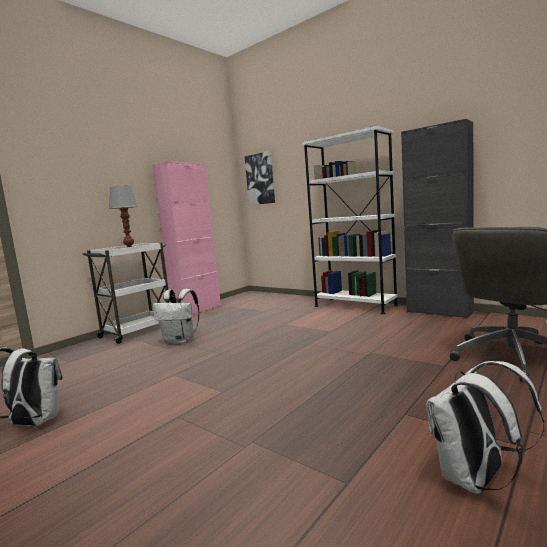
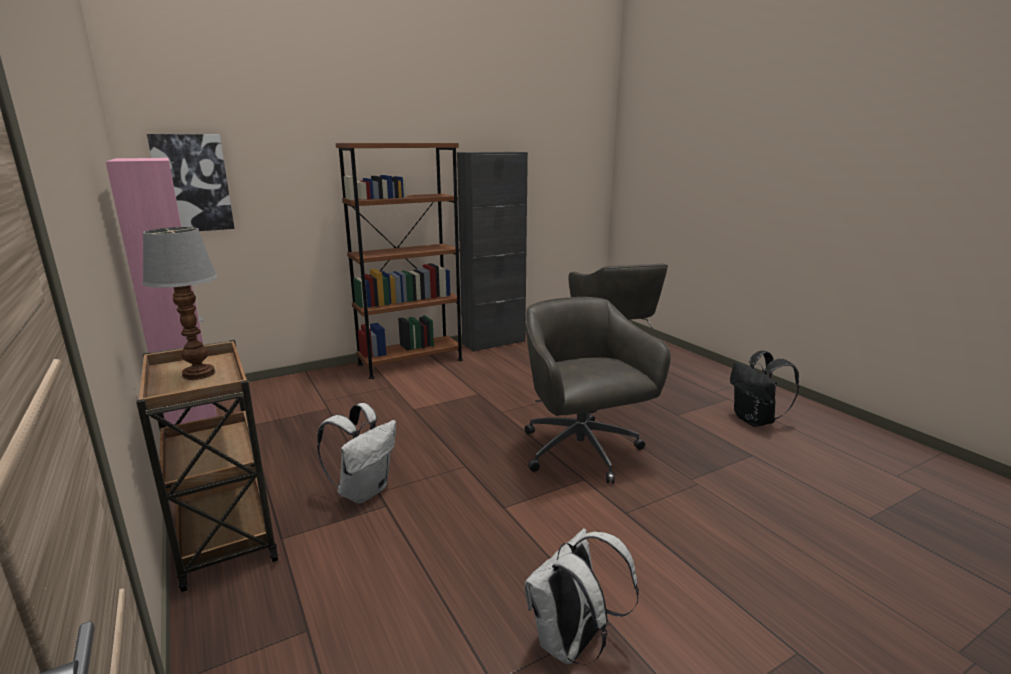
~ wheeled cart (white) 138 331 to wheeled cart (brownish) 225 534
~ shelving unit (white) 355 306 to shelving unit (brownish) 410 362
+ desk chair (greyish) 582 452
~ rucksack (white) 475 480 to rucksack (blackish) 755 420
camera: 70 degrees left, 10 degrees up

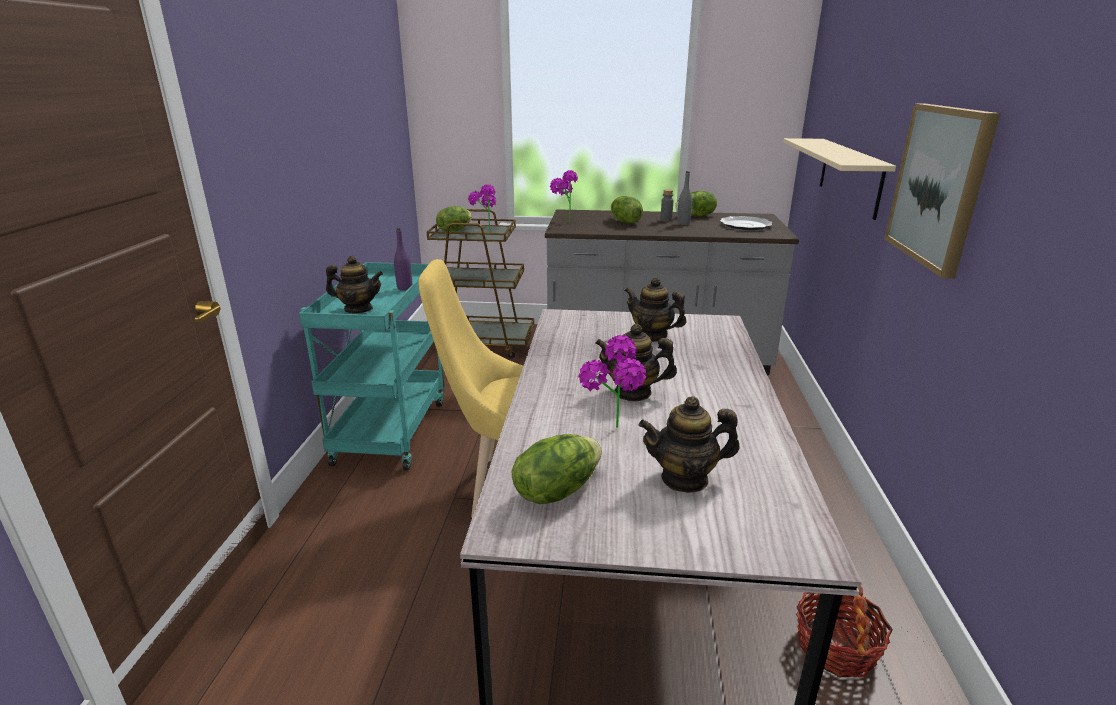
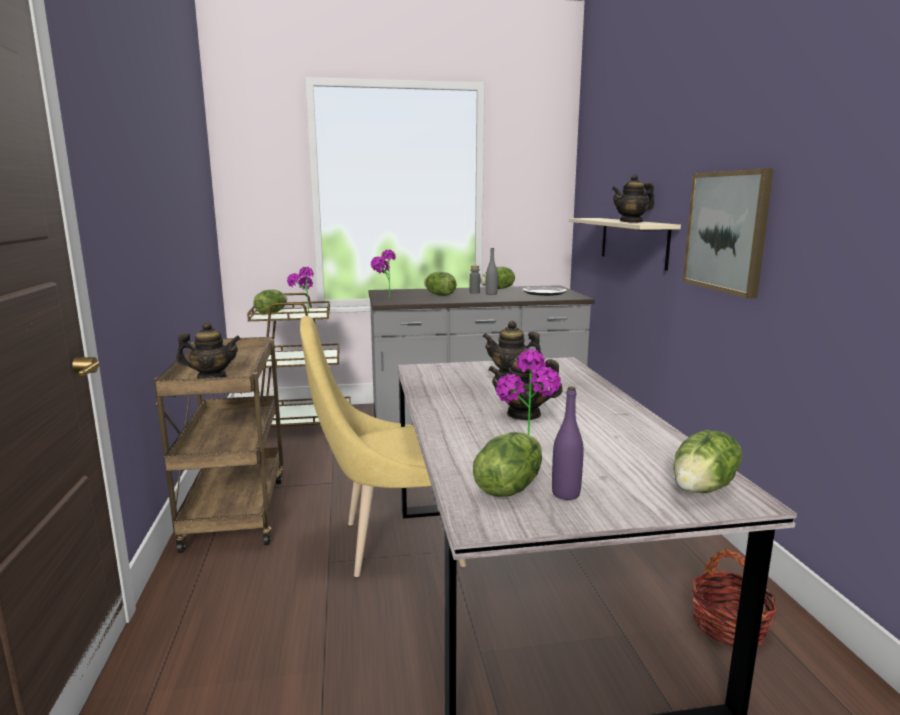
~ wheeled cart (turquoise) 391 430 to wheeled cart (brownish) 234 511
~ drink bottle (purple) 404 288 to 565 494
~ pot for tea 685 478 to 631 222
+ head of lettuce 704 488
camera: 15 degrees left, 10 degrees down

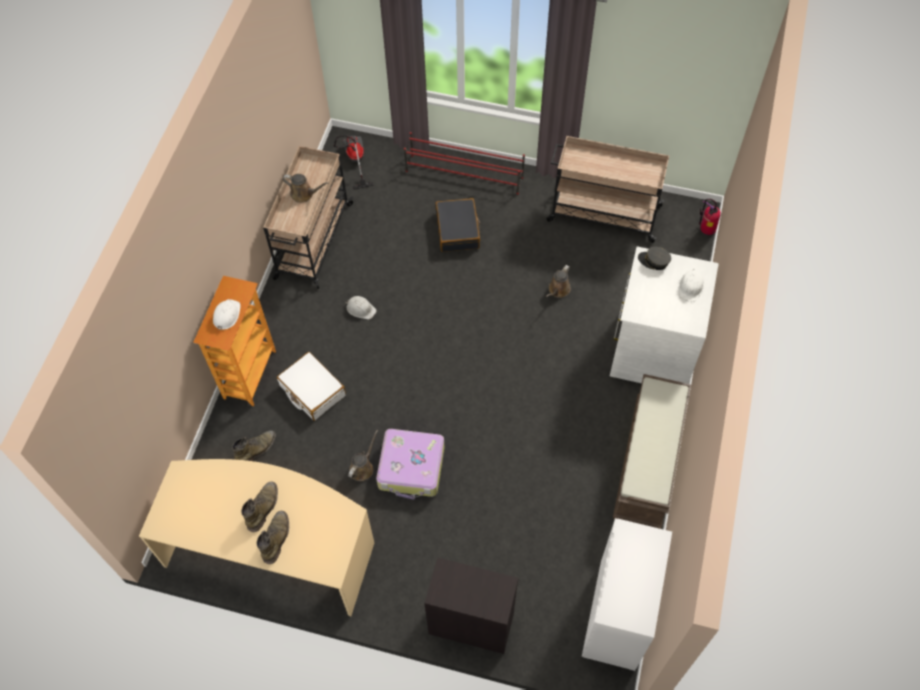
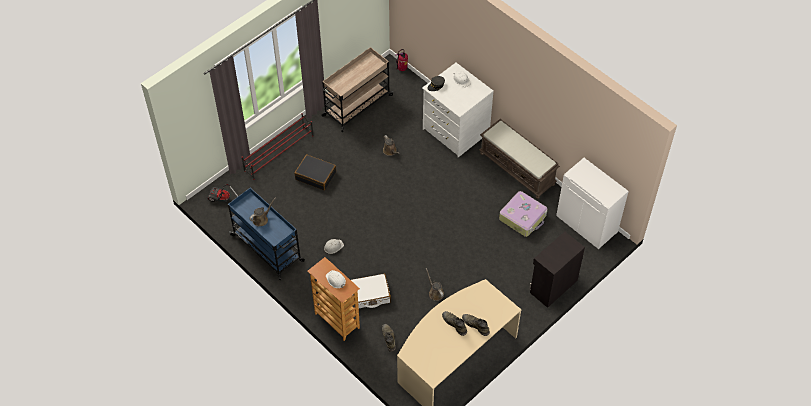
~ wheeled cart (beige-coloured) 313 242 to wheeled cart (bluish) 268 248
~ suitcase 412 468 to 523 217
camera: 60 degrees left, 5 degrees down

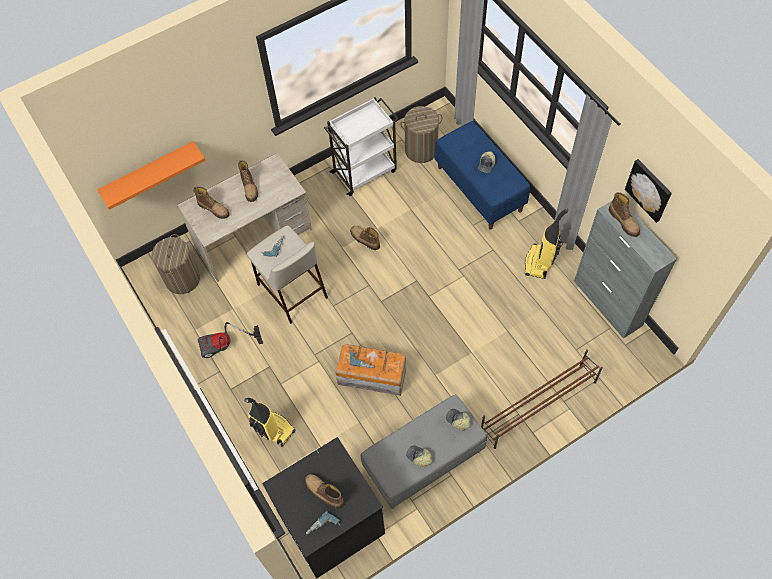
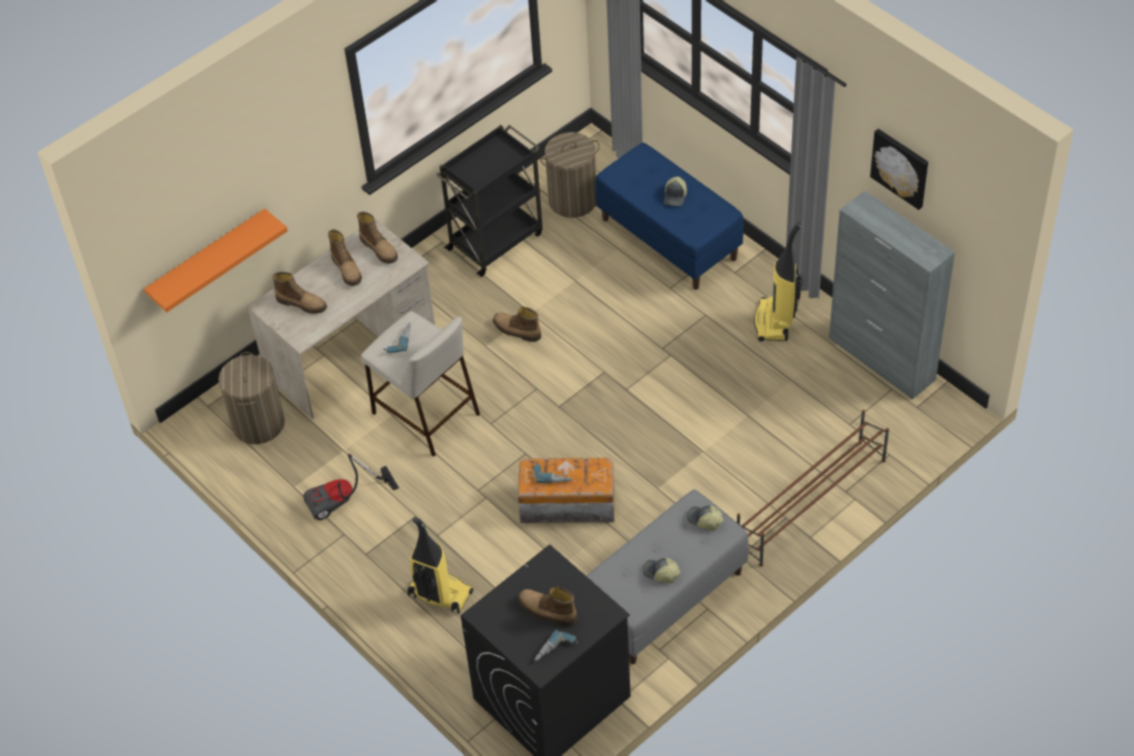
~ tall boot 624 221 to 379 249
~ wheeled cart (white) 365 171 to wheeled cart (blackish) 496 240
camera: 10 degrees left, 10 degrees down

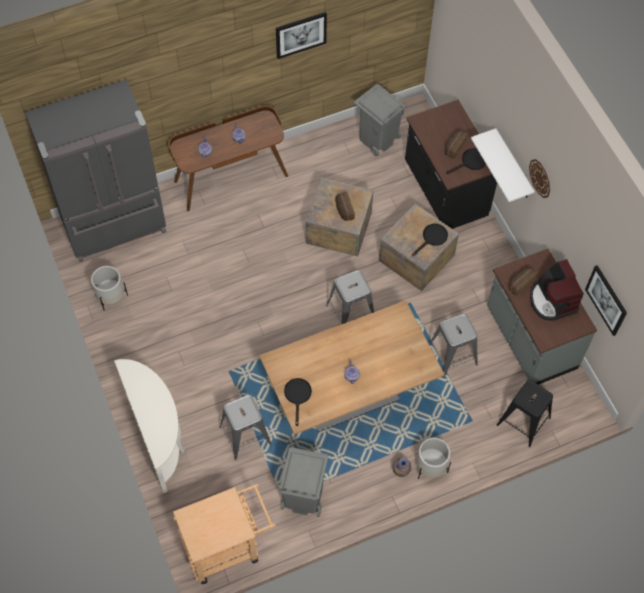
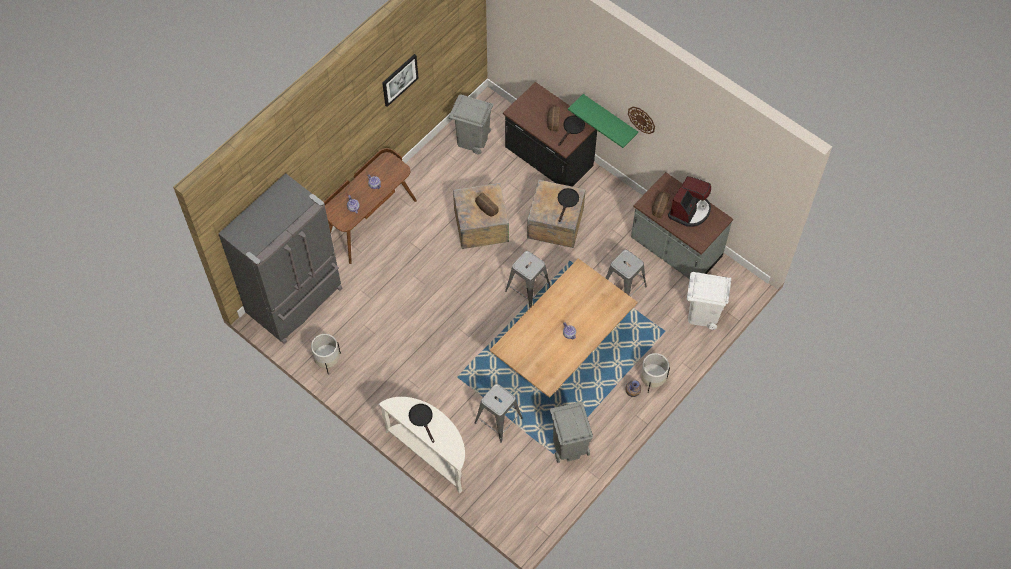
~ skillet (blackish) 298 396 to 422 419
~ bracket shelf (white) 513 165 to bracket shelf (green) 609 118
~ coffee machine 552 300 = 689 210 105 degrees counterclockwise
~ stool (blackish) 523 421 to rubbish bin (white) 702 314
- wheeled cart (beige-coloured) 227 546
- picture 606 300
camera: 25 degrees left, 0 degrees up

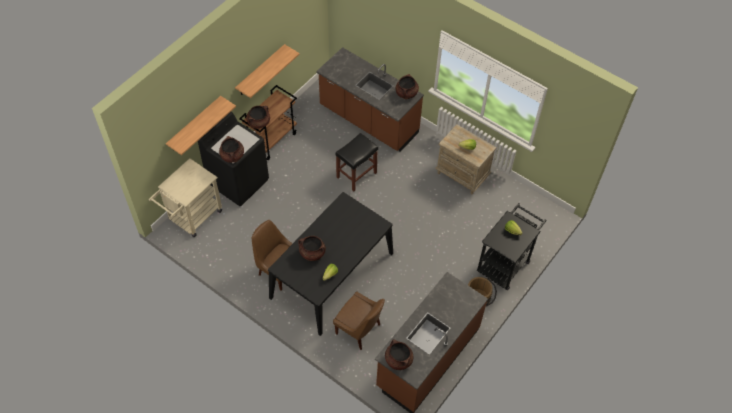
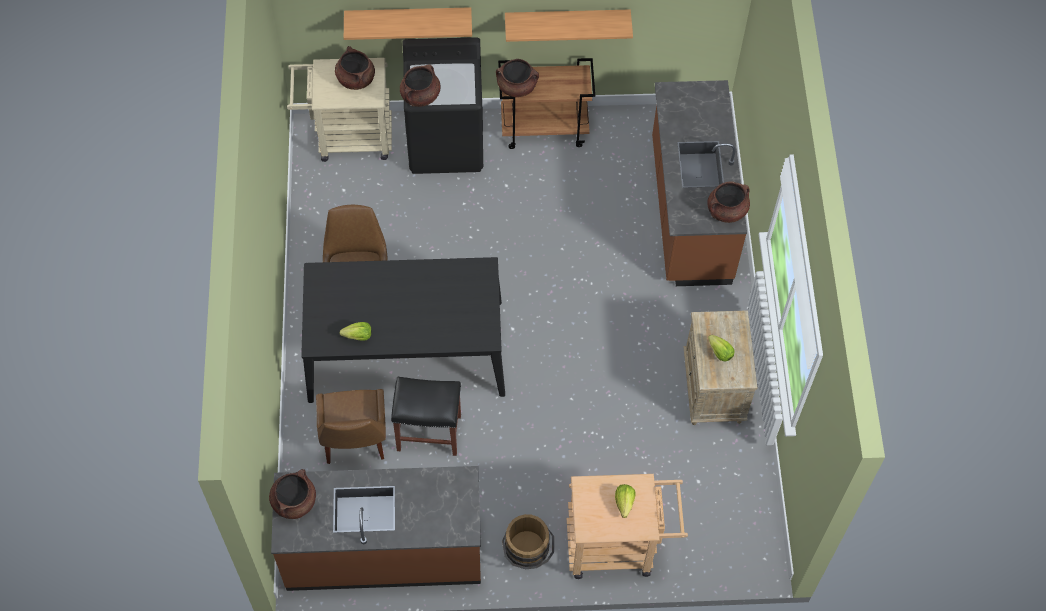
~ cooking pot (brownish) 312 253 to 355 79
~ stool (blackish) 356 174 to 430 432
~ wheeled cart (blackish) 505 263 to wheeled cart (beige-coloured) 618 546
camera: 50 degrees right, 5 degrees up

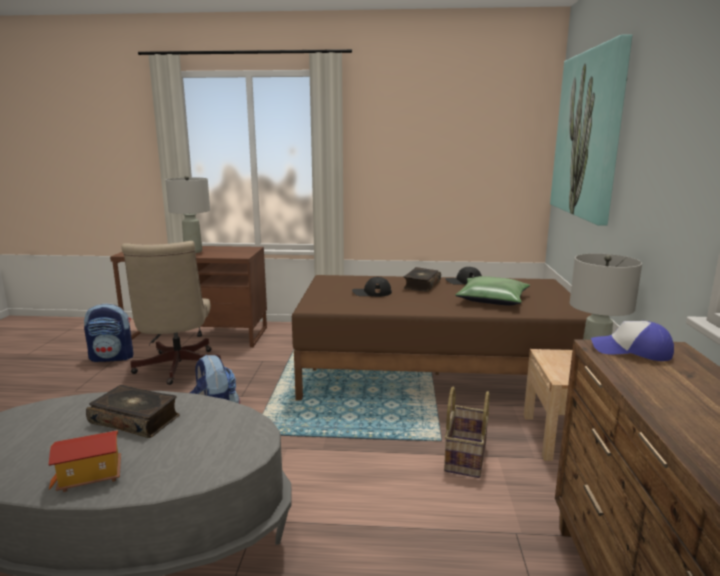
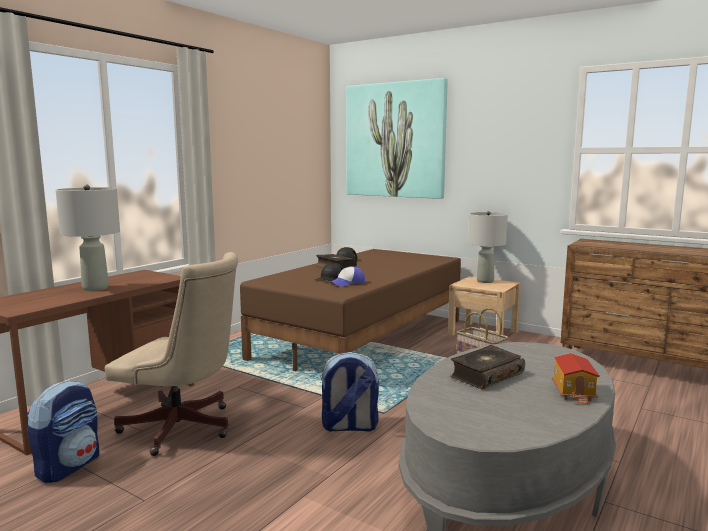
~ peaked cap 631 351 to 348 283
- pillow (green) 491 299
camera: 60 degrees left, 5 degrees down

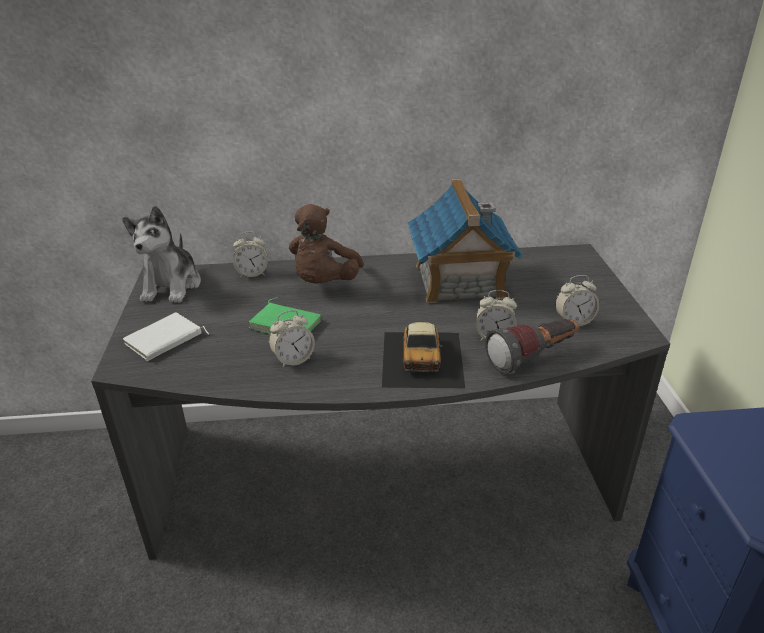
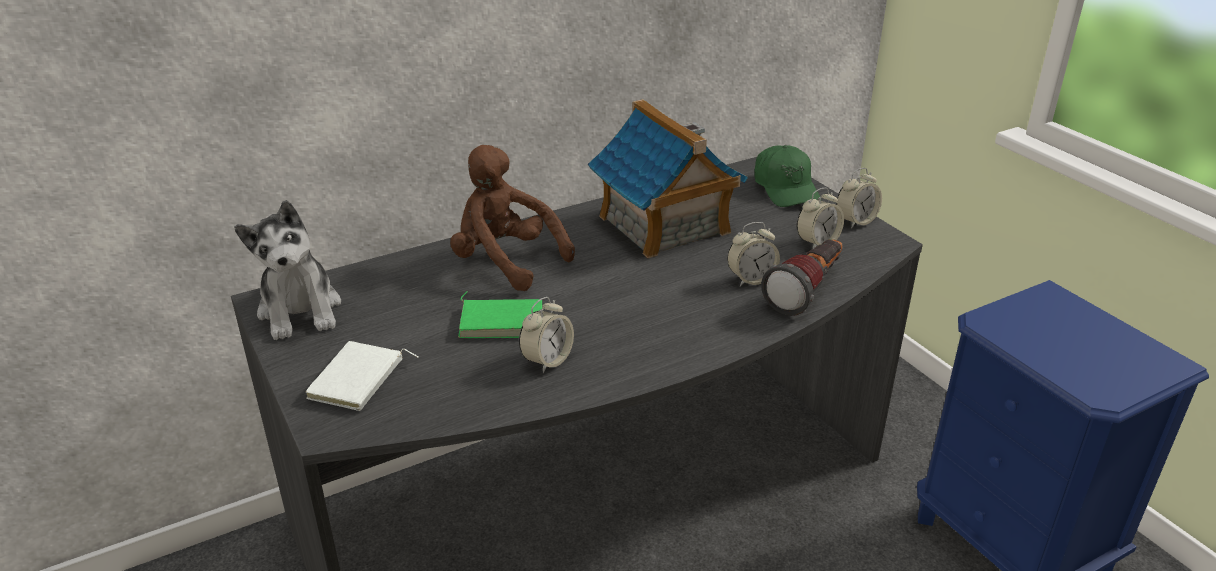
~ cuddly toy (brownish) 324 283 = 505 262 135 degrees clockwise
+ peaked cap (green) 785 188
~ table clock 252 273 to 855 221
- model car 423 358
camera: 25 degrees left, 0 degrees up

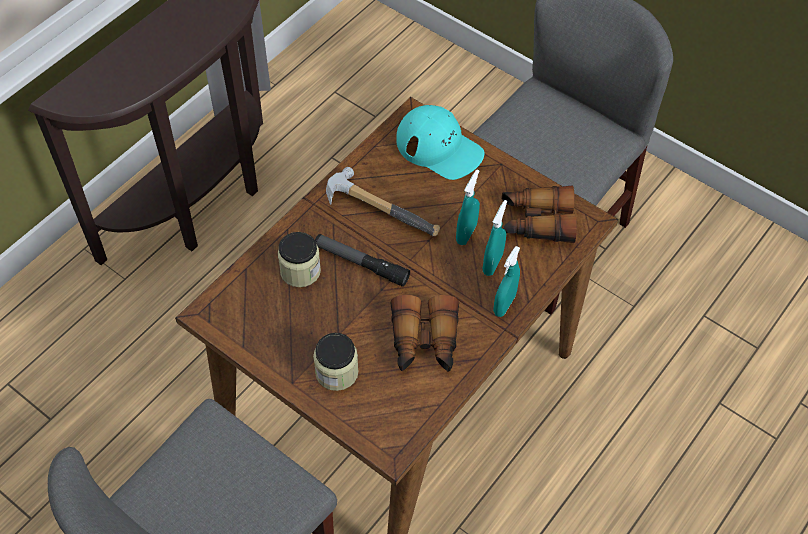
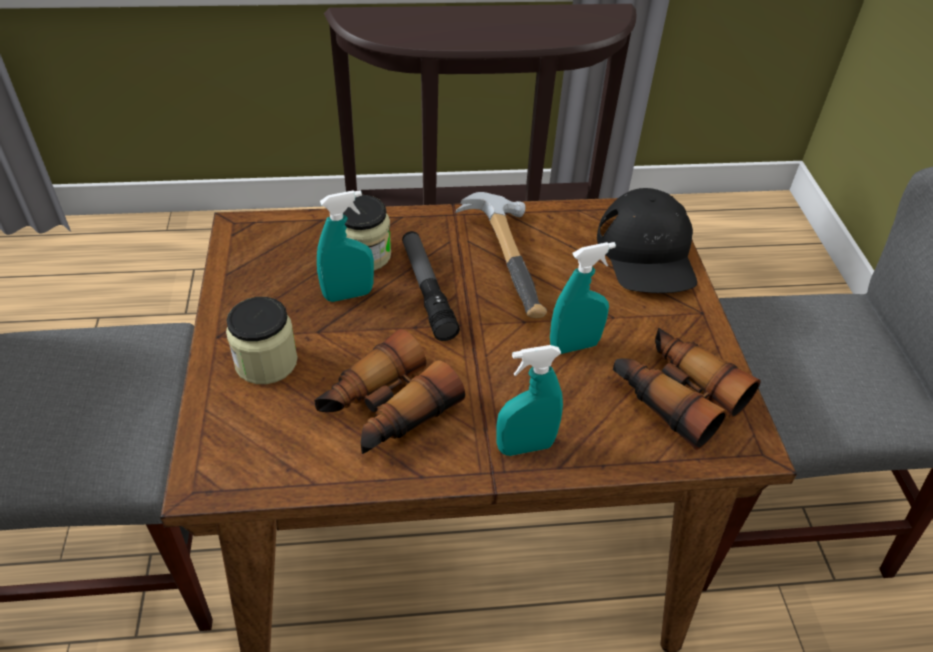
~ hand sprayer (turquoise) 492 263 to 348 294
~ peaked cap (turquoise) 439 148 to peaked cap (blackish) 647 253
camera: 45 degrees right, 10 degrees down

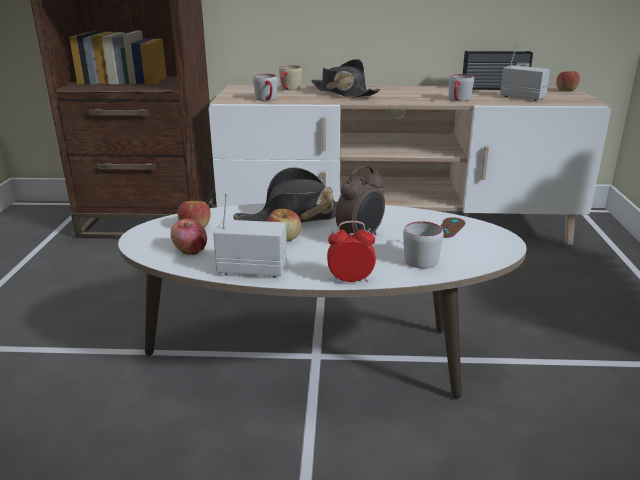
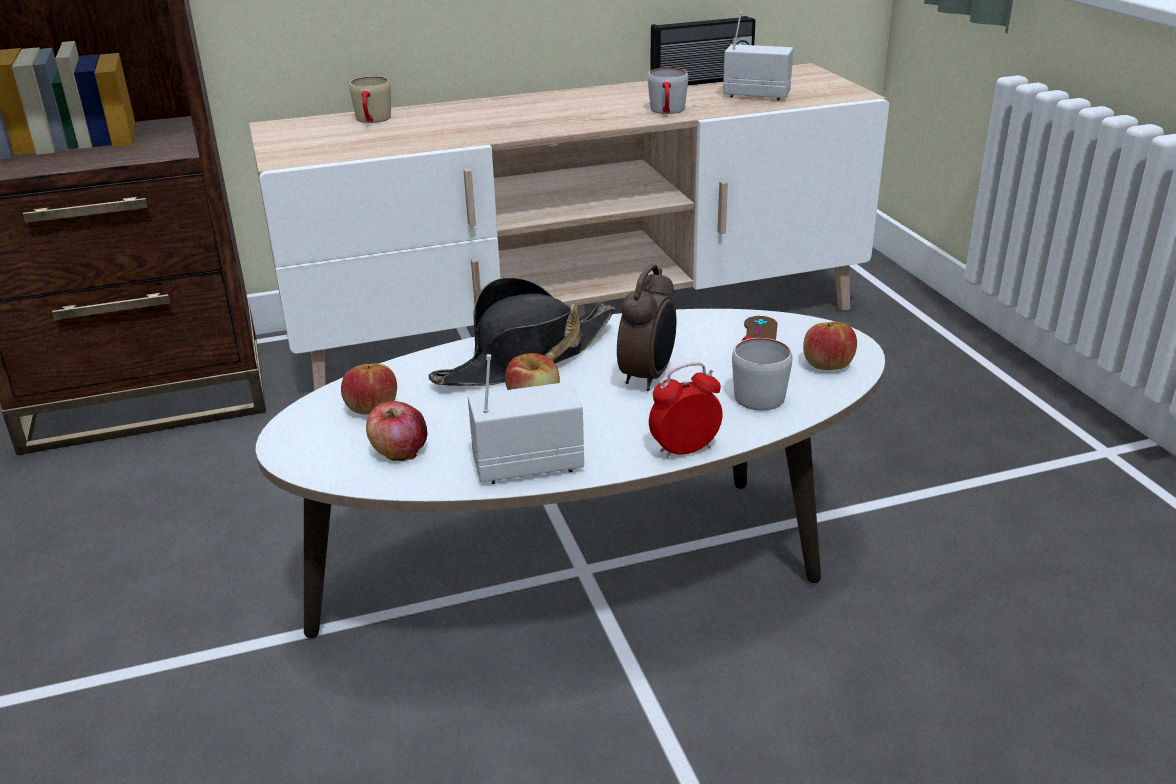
~ whole apple 566 90 to 827 365
- tea mug (greyish) 267 99
- wearable hat (blackish) 343 93
camera: 20 degrees left, 5 degrees up

